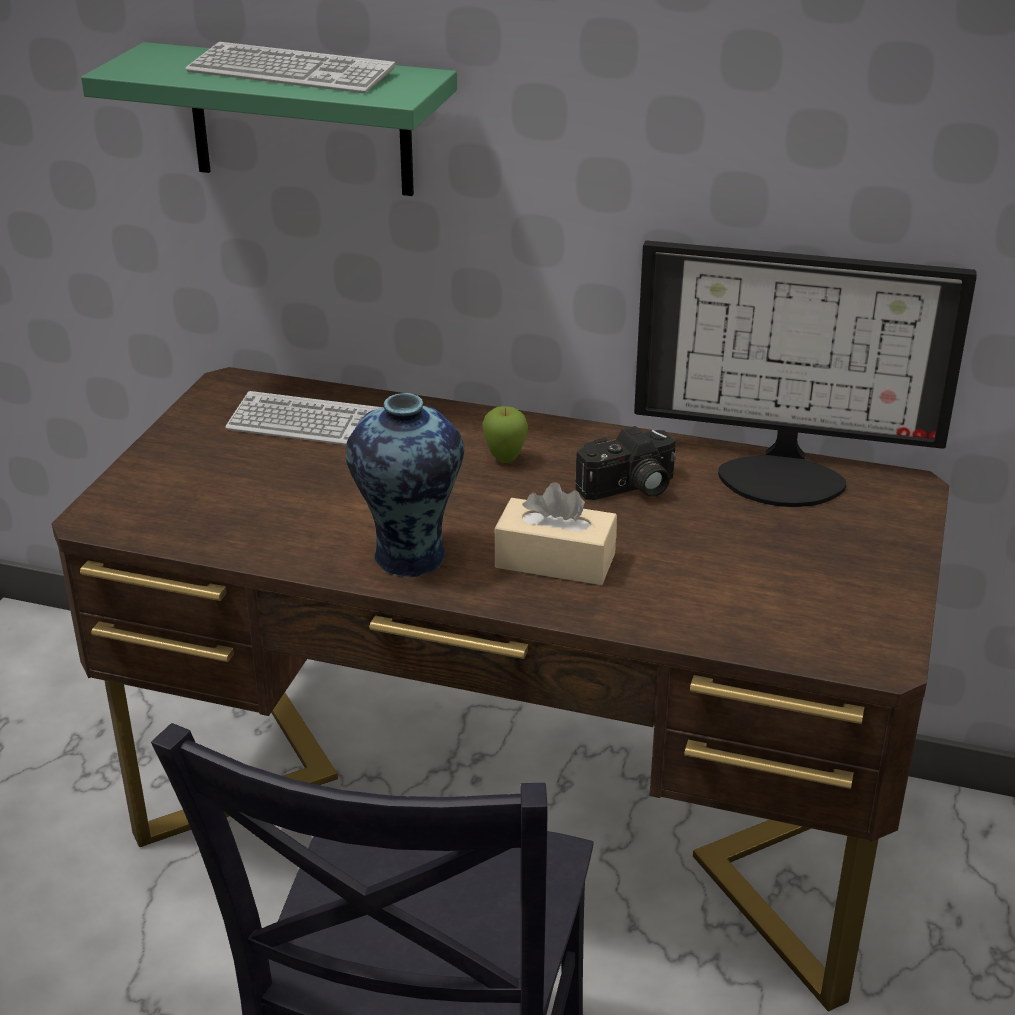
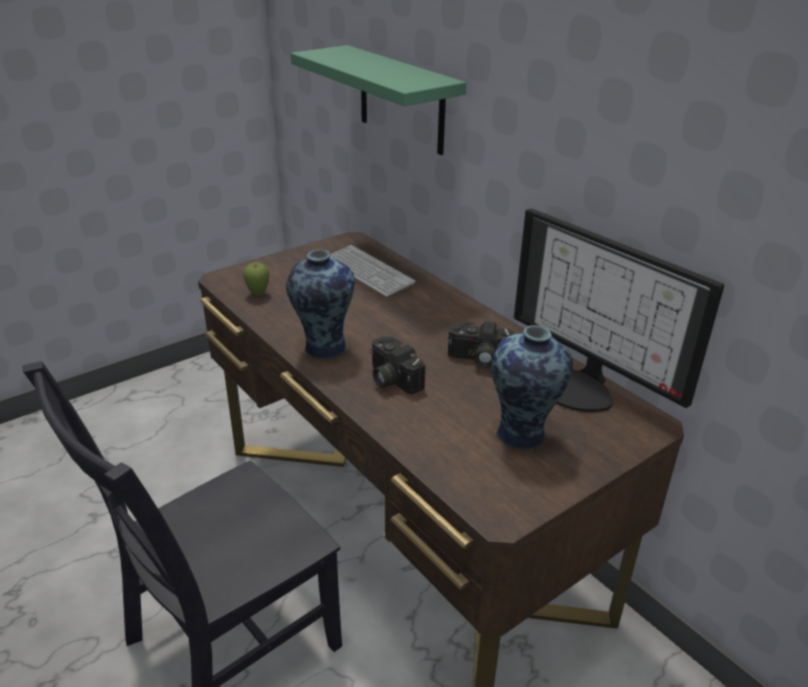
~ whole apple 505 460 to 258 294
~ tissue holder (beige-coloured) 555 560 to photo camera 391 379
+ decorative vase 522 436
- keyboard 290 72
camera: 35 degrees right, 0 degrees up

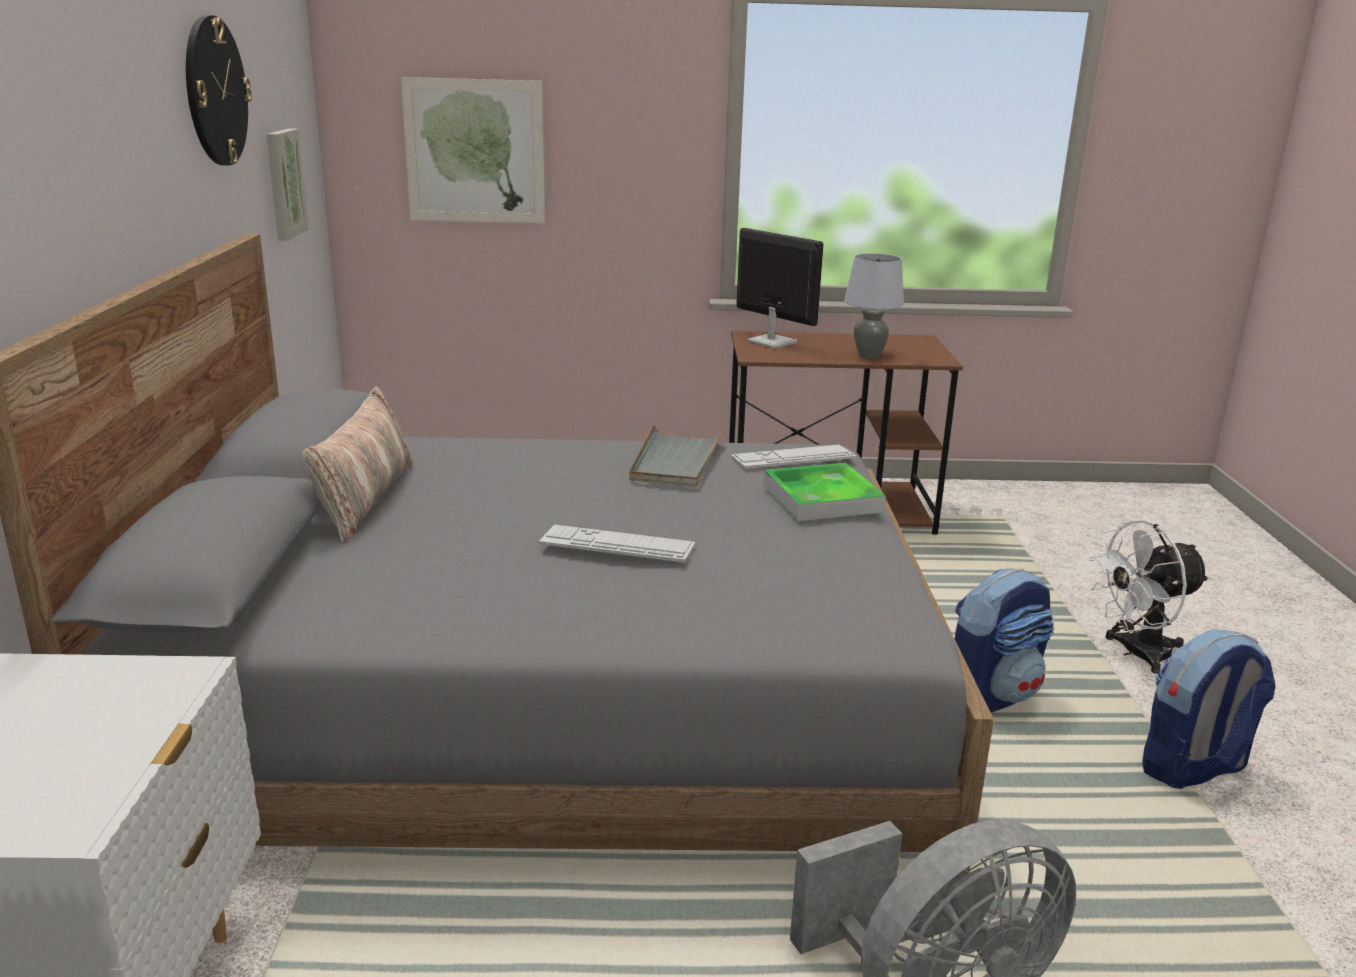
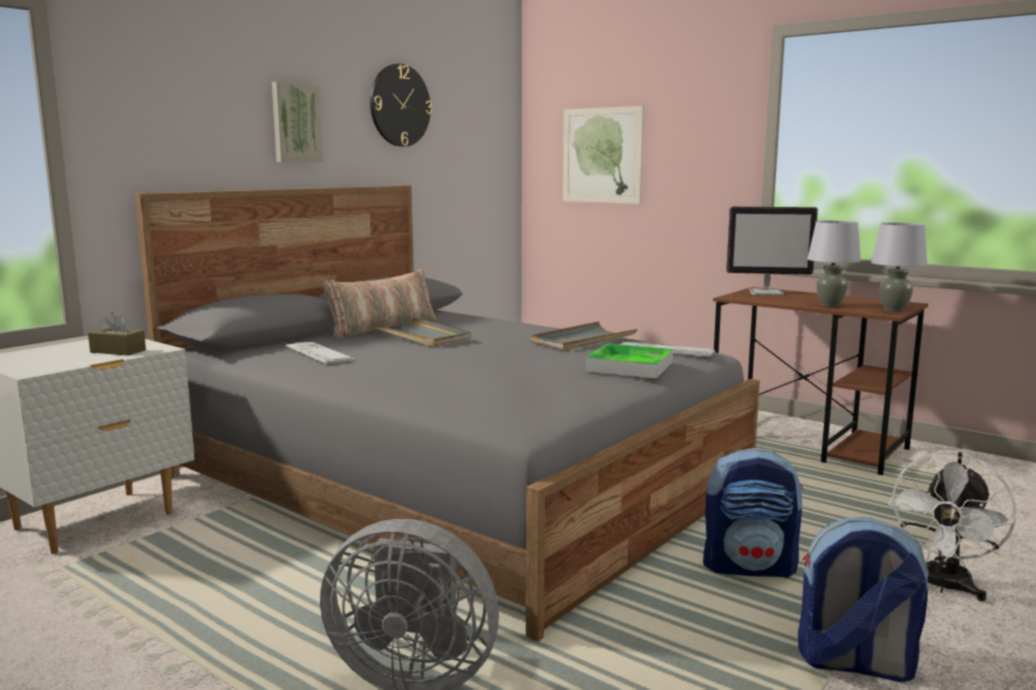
+ tissue holder (brownish) 118 351
~ picture 283 183 to 295 123
~ keyboard 617 545 to 319 354
+ carrying tray (greyish) 421 336
~ monitor 771 342 = 767 293 105 degrees clockwise
+ tabletop lamp (greyish) 894 310
~ fan (white) 1135 653 = 943 587 75 degrees counterclockwise
camera: 40 degrees right, 10 degrees down

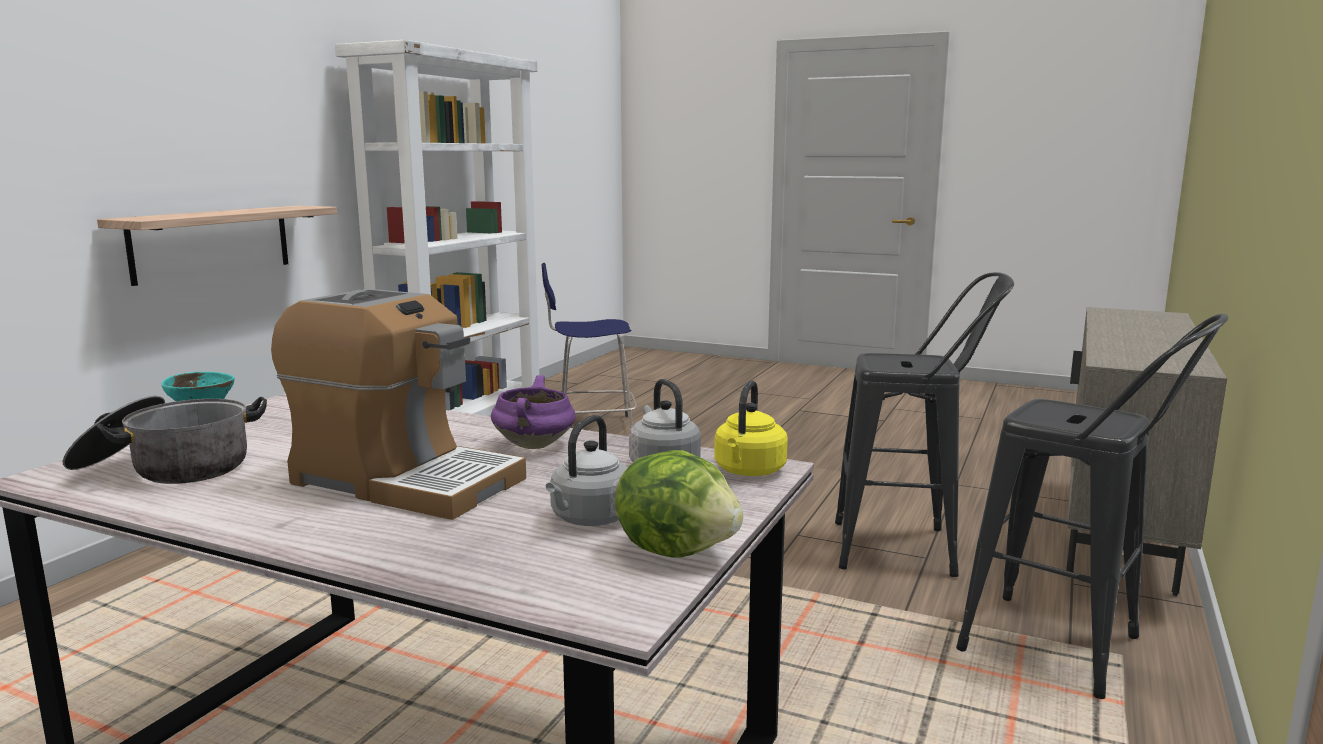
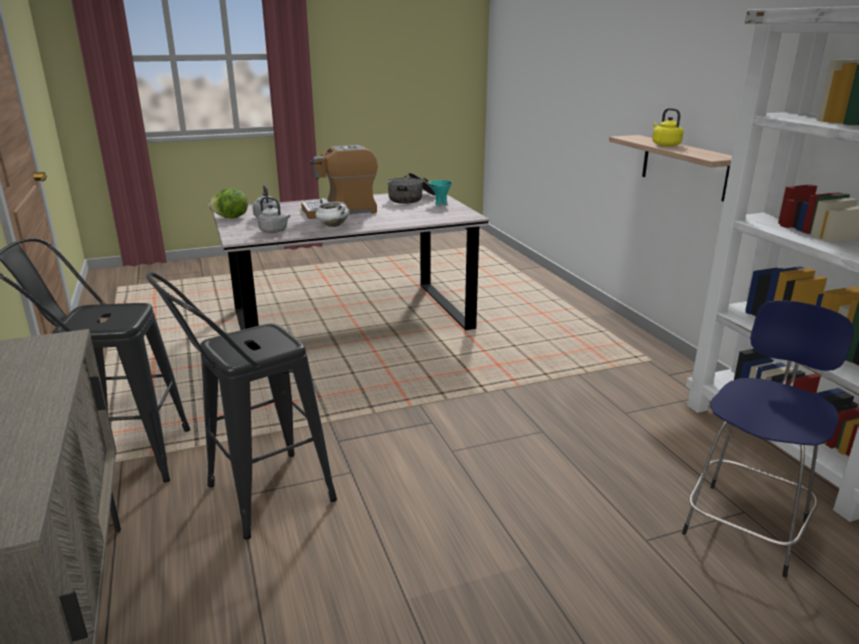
~ cooking pot (purple) 535 446 to cooking pot (white) 332 225
~ water kettle (yellowish) 748 471 to 665 145
camera: 135 degrees right, 10 degrees up

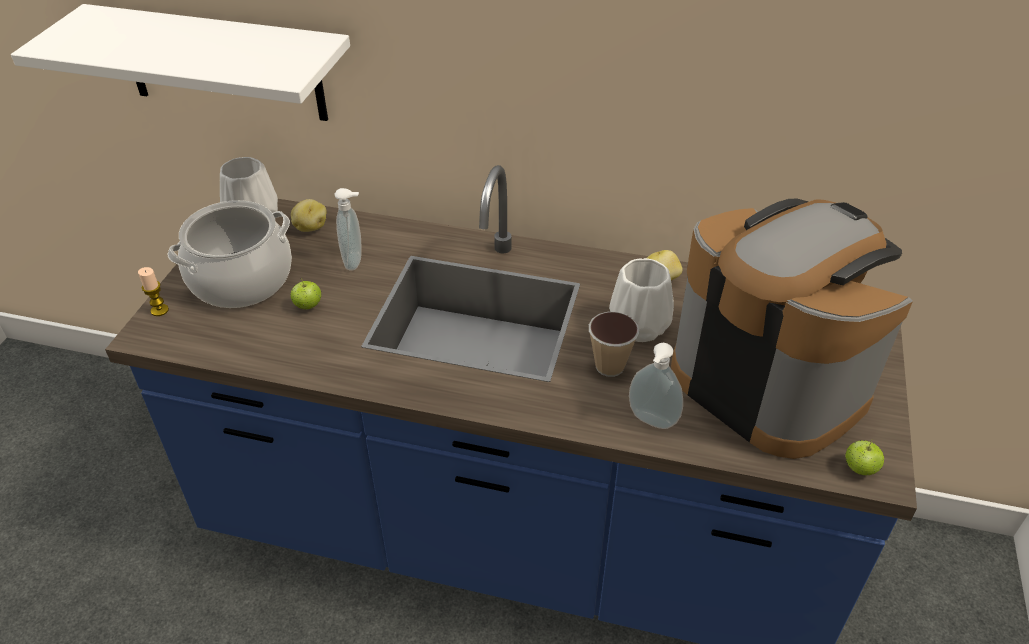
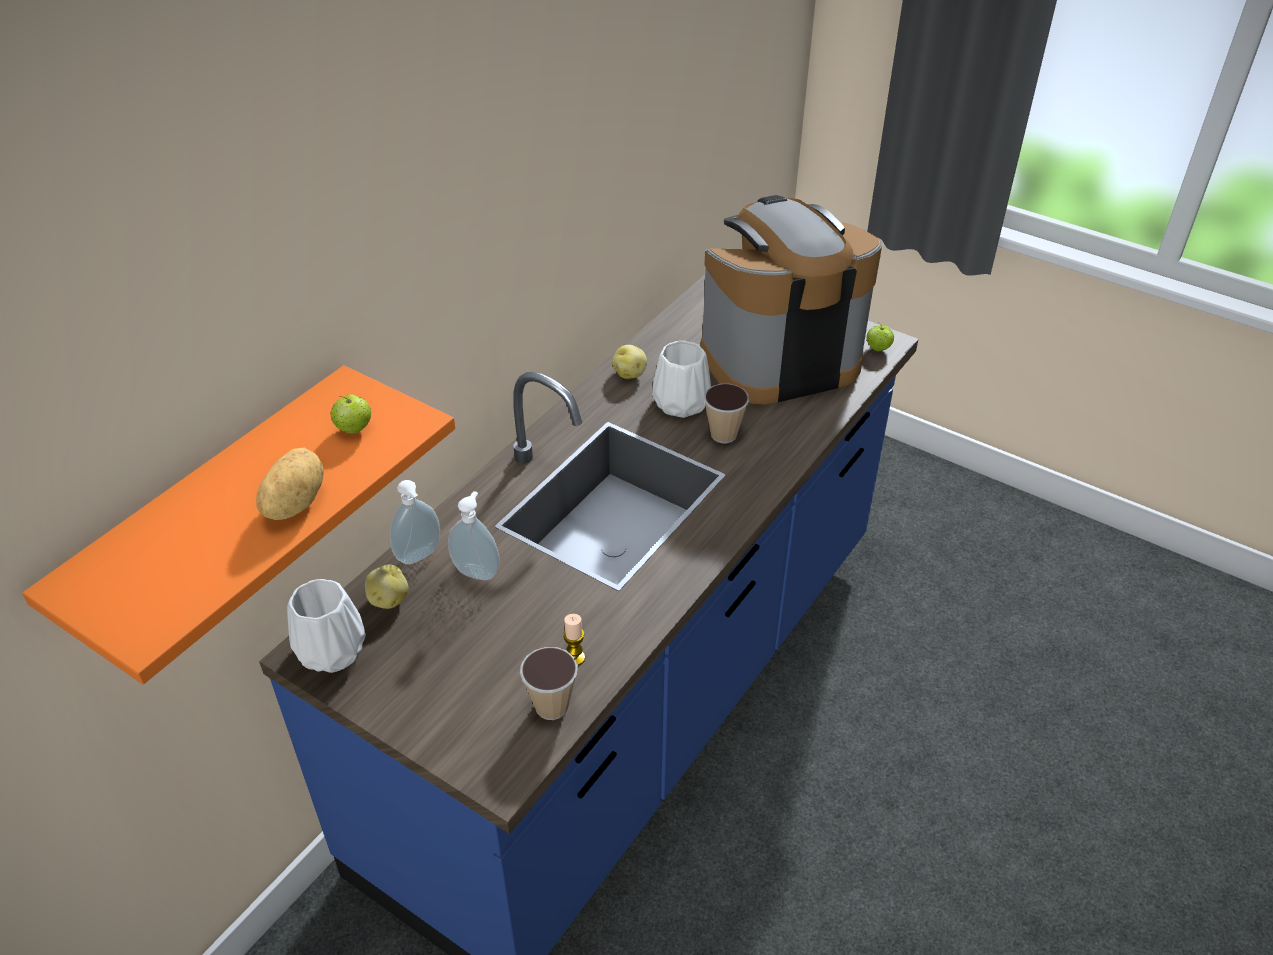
~ bracket shelf (white) 223 64 to bracket shelf (orangey) 215 514
+ spud 293 503
~ whole apple 308 306 to 354 429
~ soap dispenser 651 422 to 420 556
+ drinking cup 551 706
~ wax candle 159 310 to 575 658
- cooking pot 241 280
camera: 70 degrees left, 0 degrees up

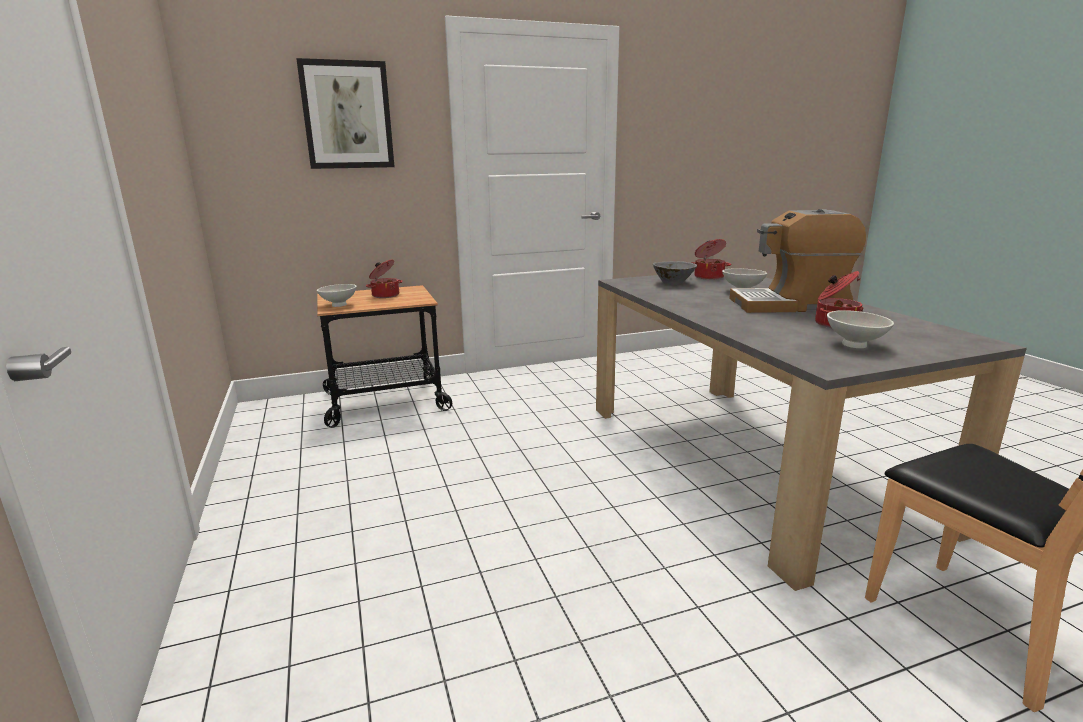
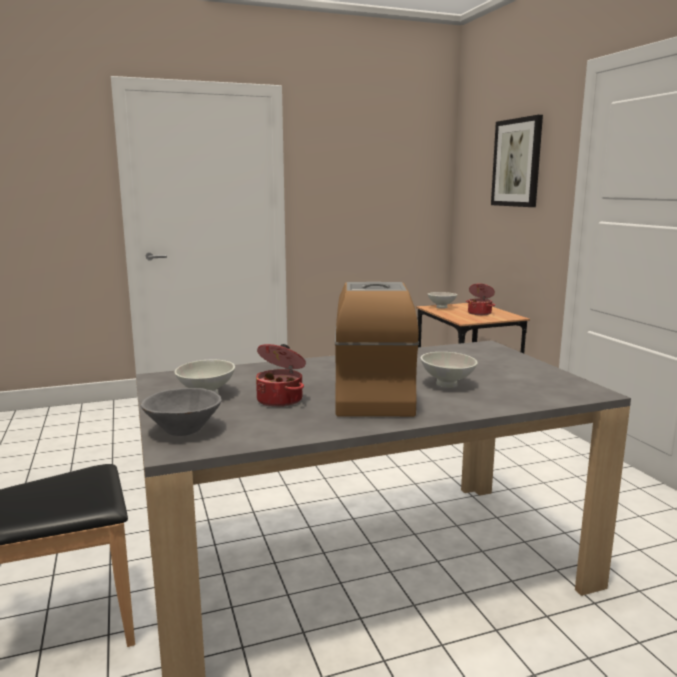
~ deep dish (greyish) 673 283 to 182 430
- cooking pot 708 277
camera: 90 degrees right, 5 degrees down

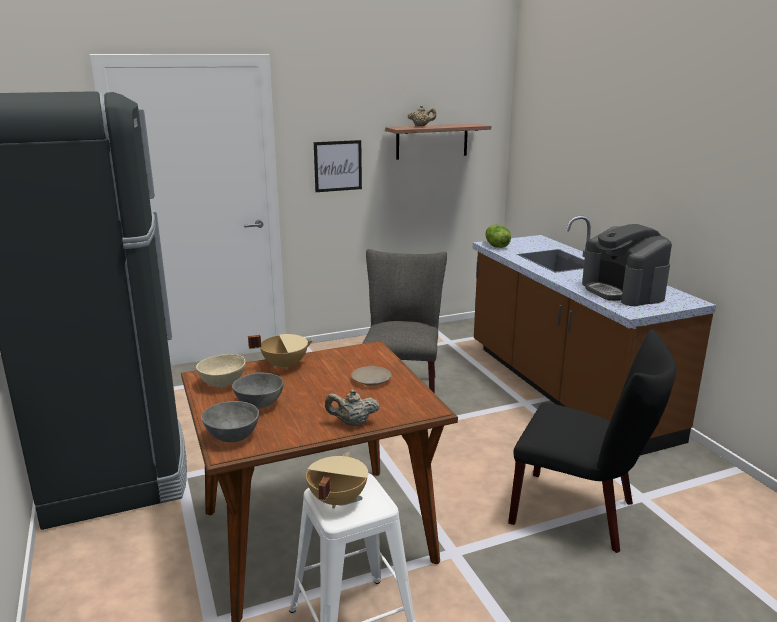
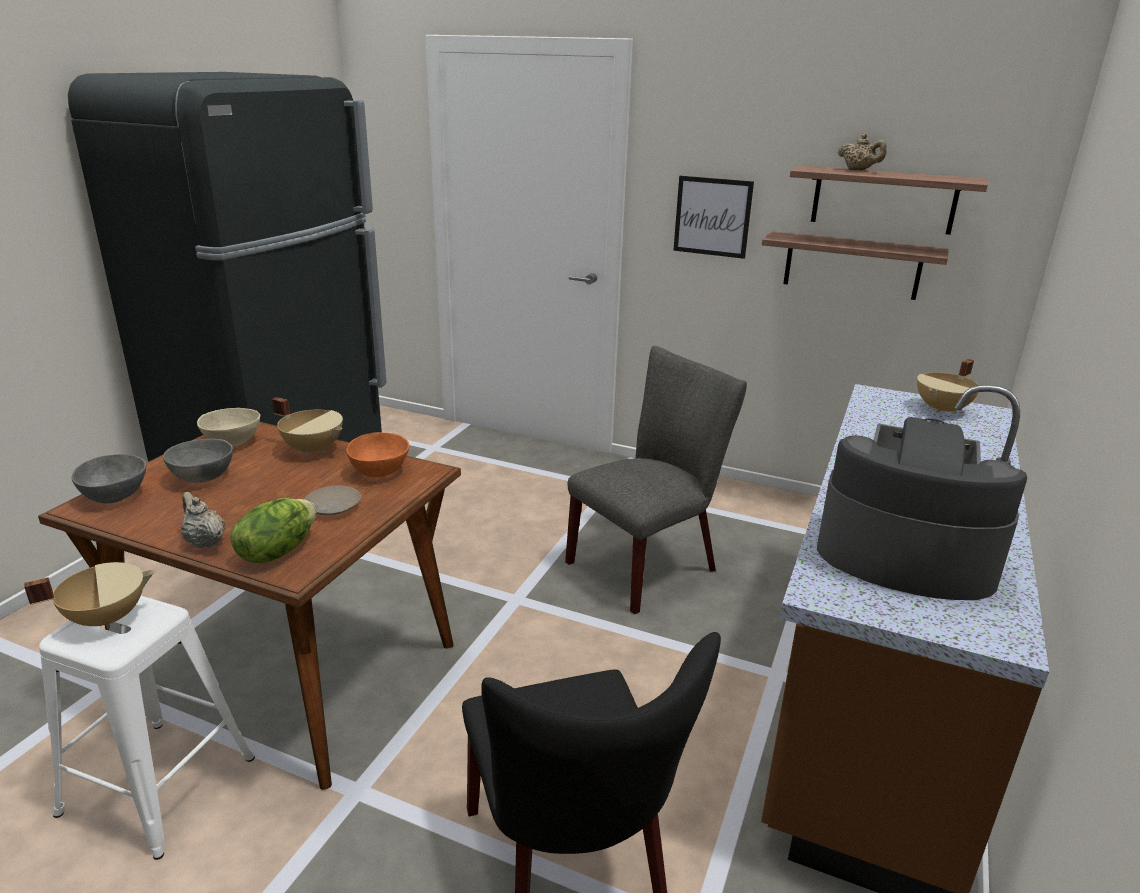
~ head of lettuce 496 246 to 277 551
+ deep dish (orangey) 380 471
+ bracket shelf 852 265
~ coffee machine 623 291 = 904 554 90 degrees clockwise
+ cooking pot (beige-coloured) 943 409
camera: 45 degrees right, 5 degrees up

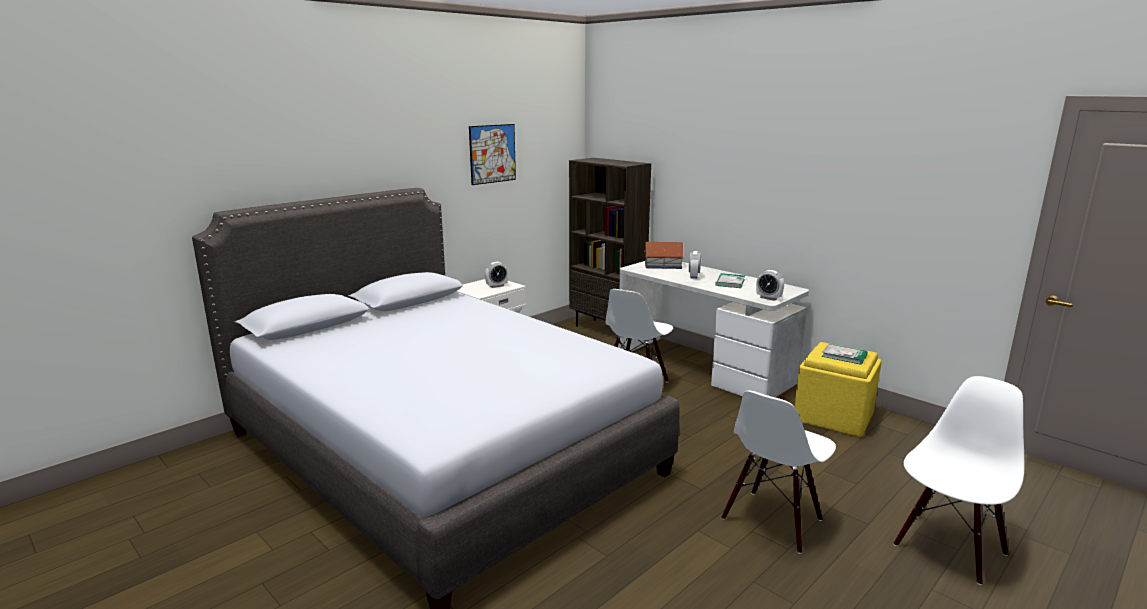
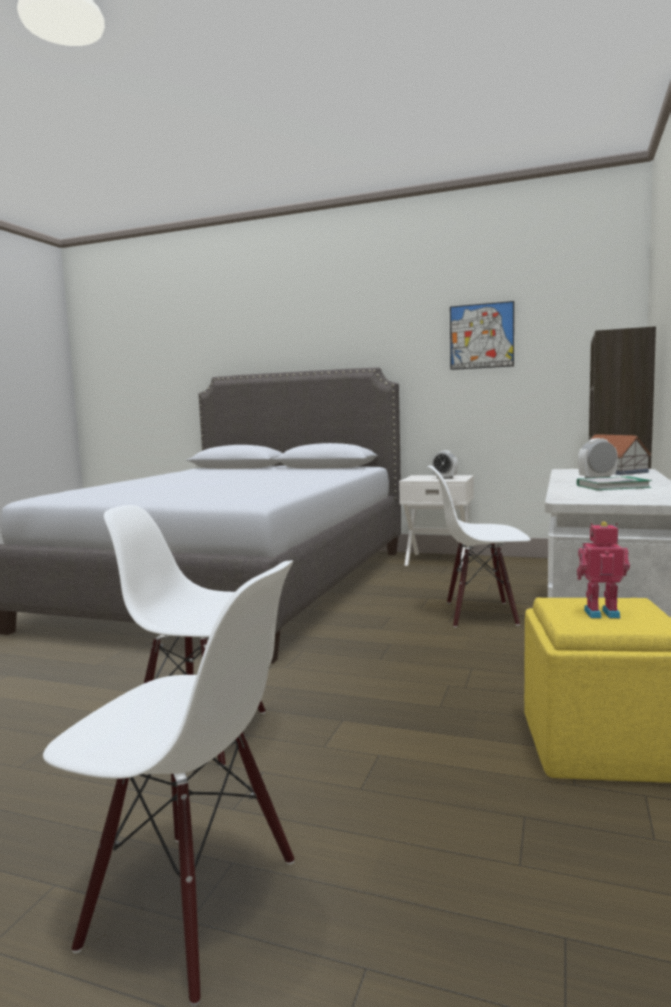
~ bound book 844 356 to model robot 601 613
- table clock 768 298
camera: 65 degrees right, 10 degrees down

